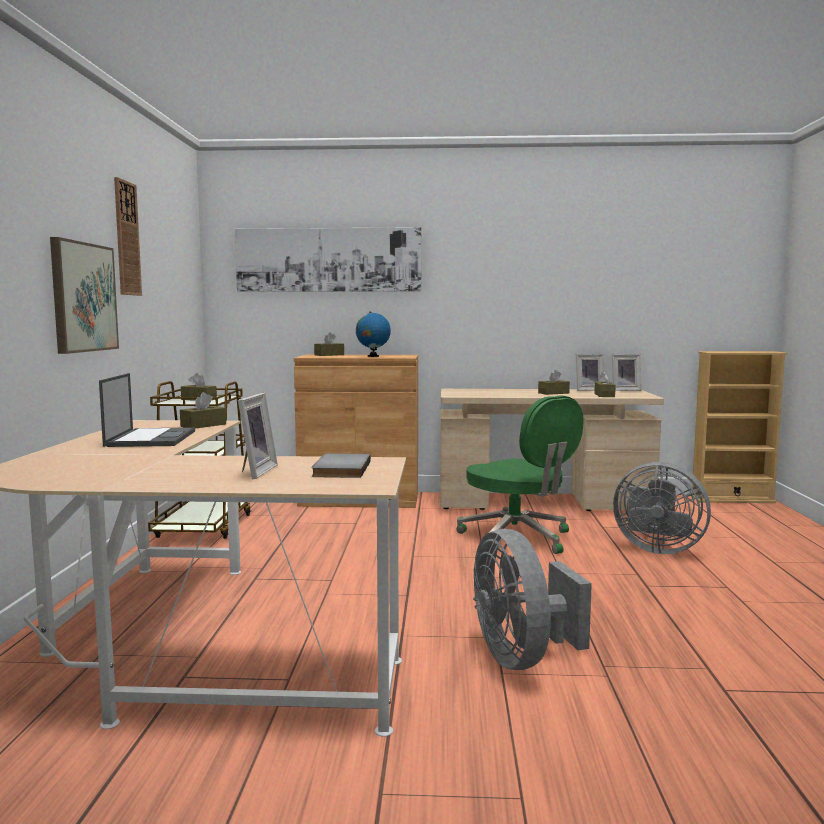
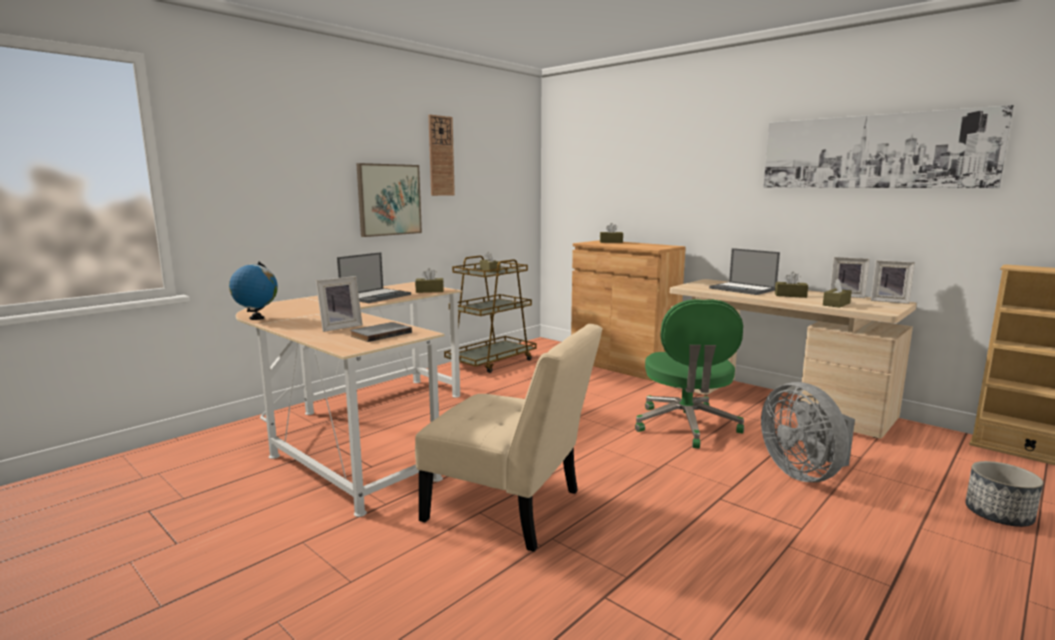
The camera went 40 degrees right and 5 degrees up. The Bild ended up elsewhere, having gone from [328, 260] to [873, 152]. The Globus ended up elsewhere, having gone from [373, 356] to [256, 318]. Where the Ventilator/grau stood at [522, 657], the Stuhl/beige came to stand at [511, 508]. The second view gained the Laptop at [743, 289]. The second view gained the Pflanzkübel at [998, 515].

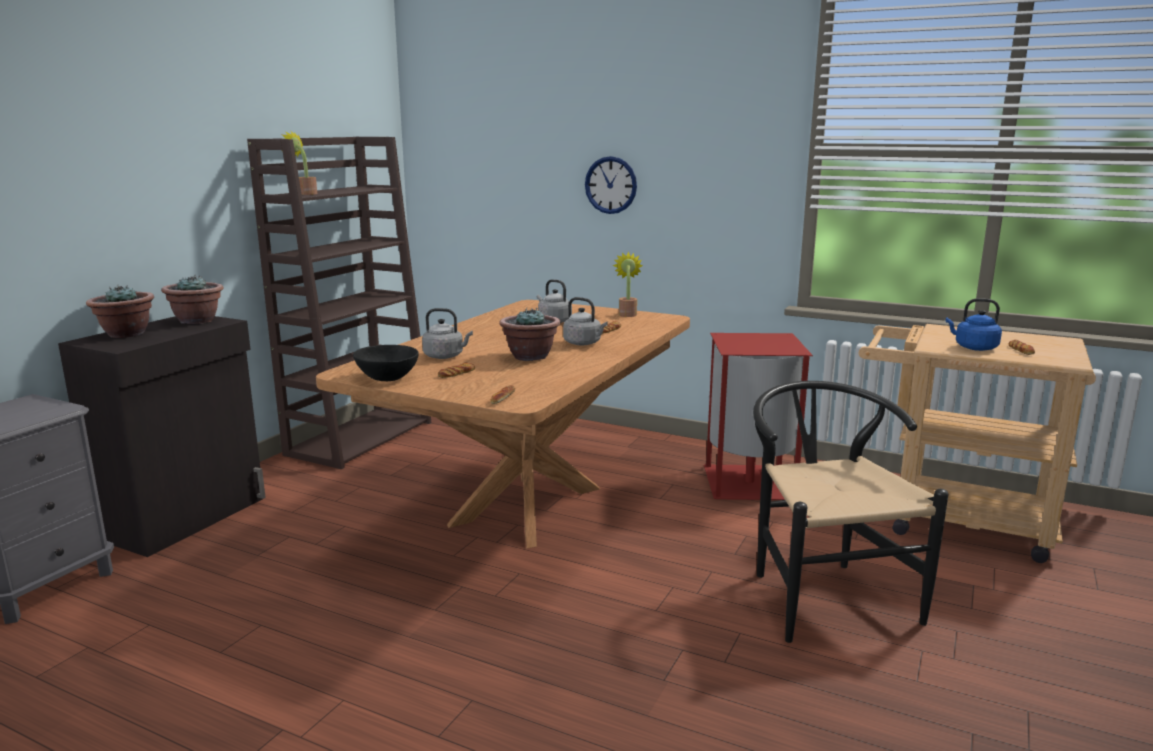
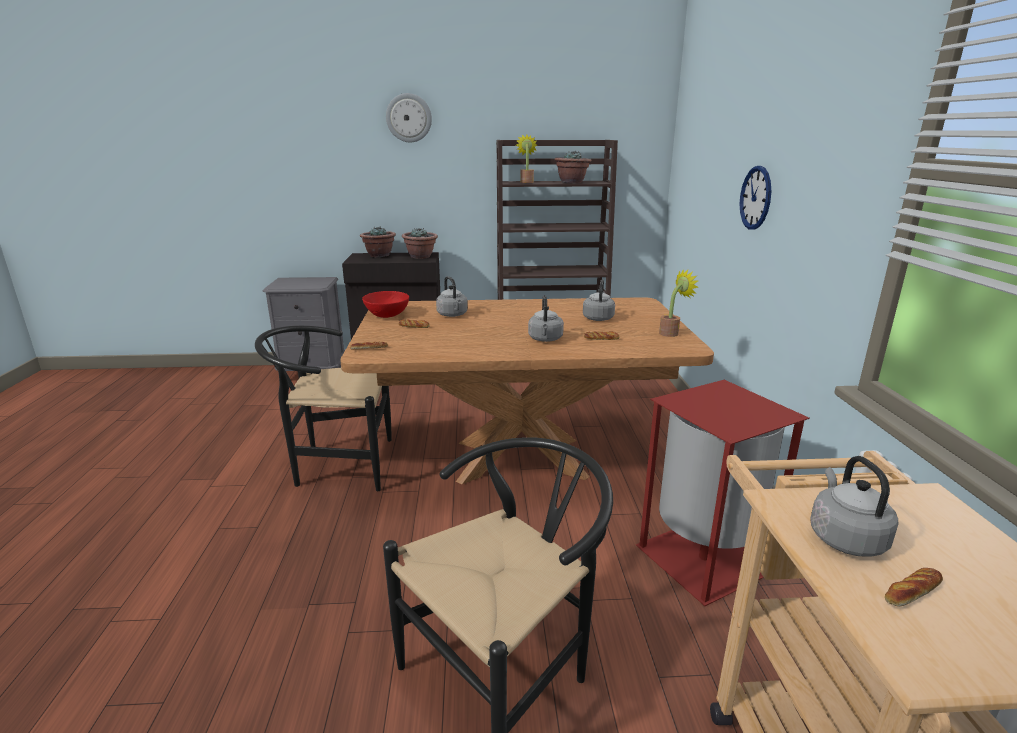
The camera went 60 degrees right and 5 degrees up. What was the Schüssel/schwarz at [387, 378] turned into the Schüssel/rot at [387, 315]. The Topfpflanze ended up elsewhere, having gone from [530, 357] to [572, 182]. What was the Wasserkessel/blau at [973, 347] turned into the Wasserkessel/grau at [844, 537]. The second view gained the Stuhl/schwarz at [336, 465]. The second view gained the Wanduhr at [409, 118].

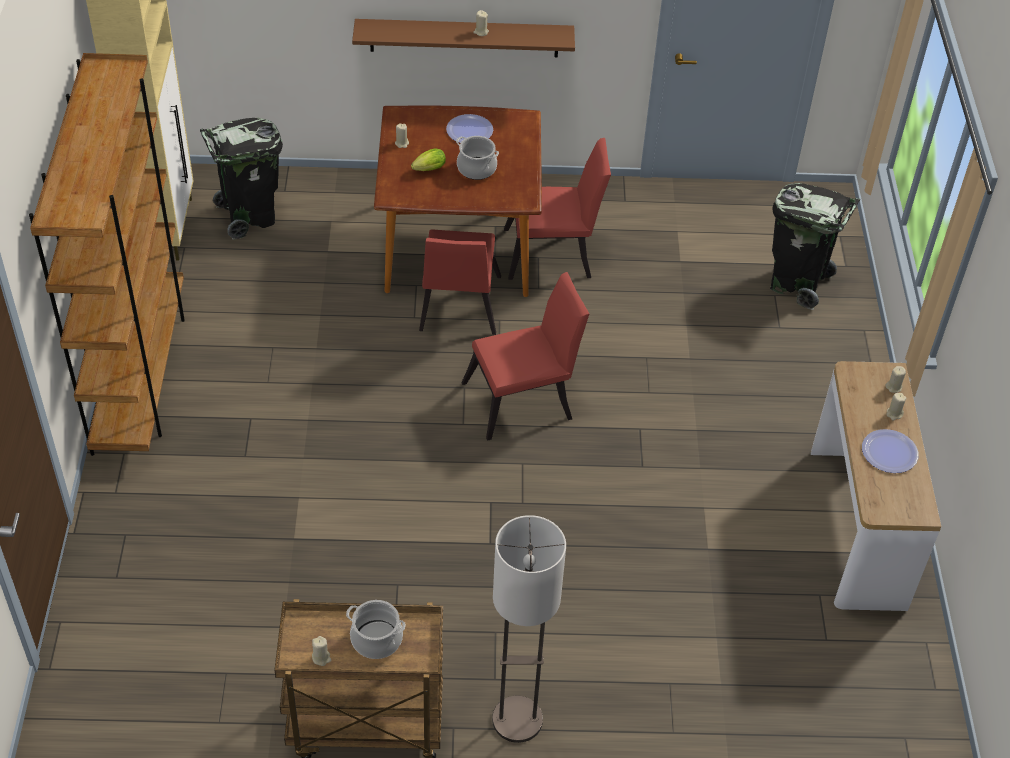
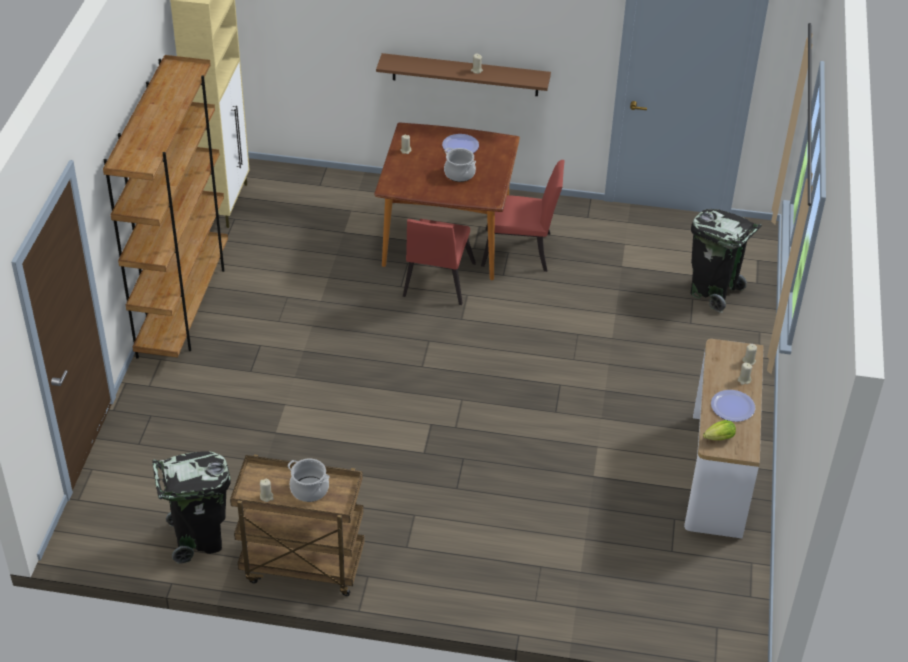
The camera went 10 degrees right and 5 degrees down. The Mülleimer/schwarz ended up elsewhere, having gone from [249, 216] to [199, 539]. The Salatkopf ended up elsewhere, having gone from [428, 170] to [717, 439]. The second view lost the Stuhl/rot at [524, 400]. The second view lost the Stehlampe at [517, 720].

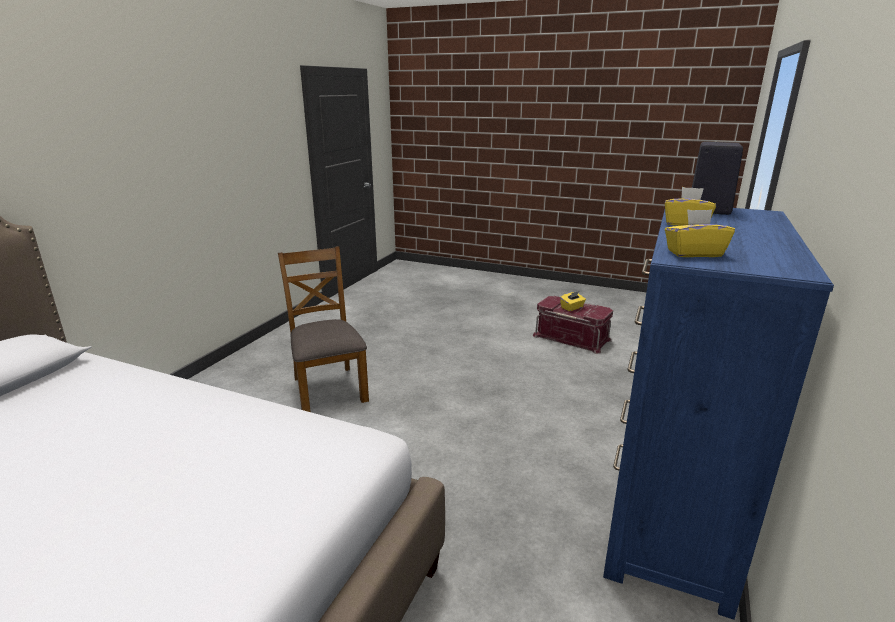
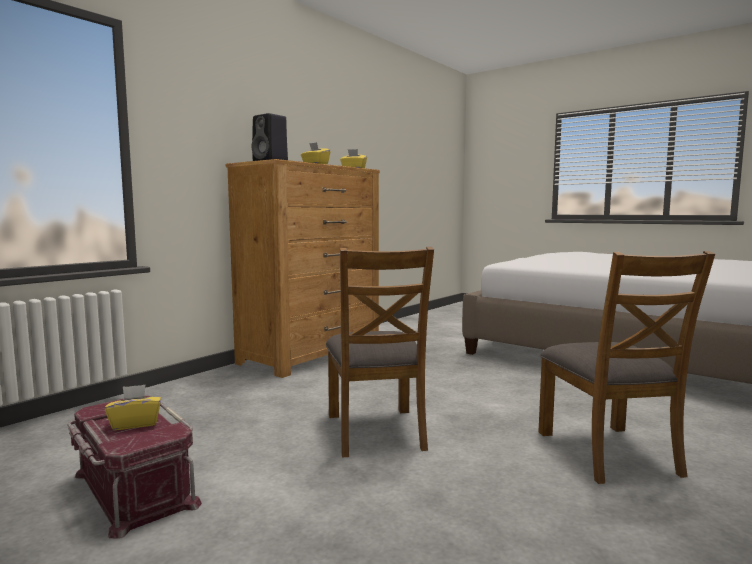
The camera went 165 degrees left and 15 degrees down. What was the Kommode/blau at [670, 513] turned into the Kommode/braun at [312, 354]. The second view gained the Stuhl/braun at [376, 431].

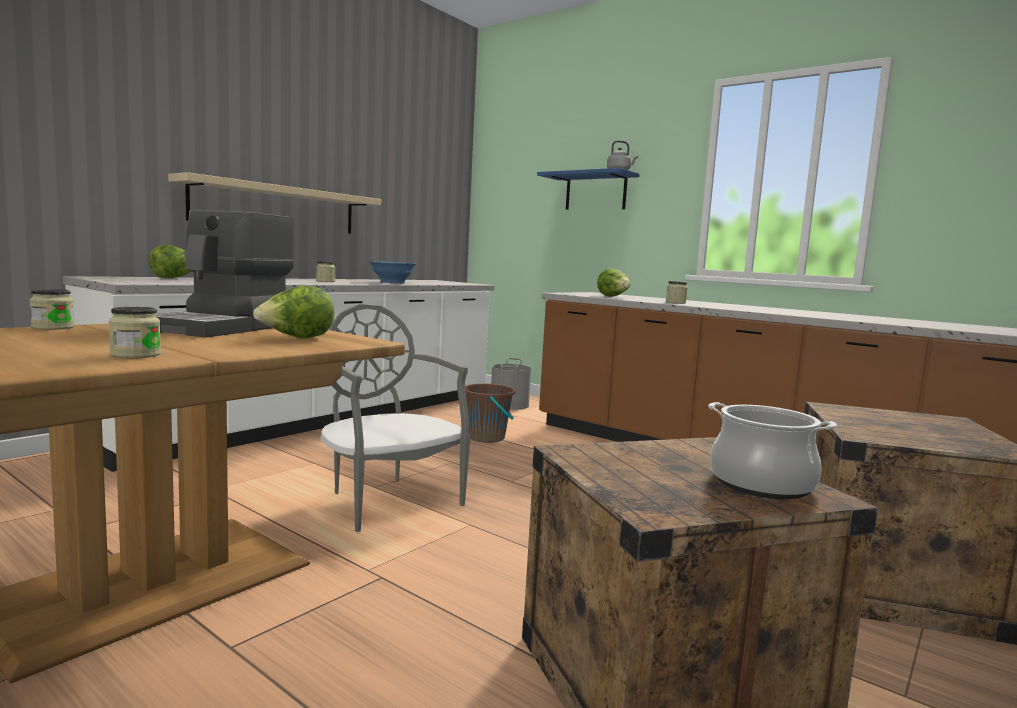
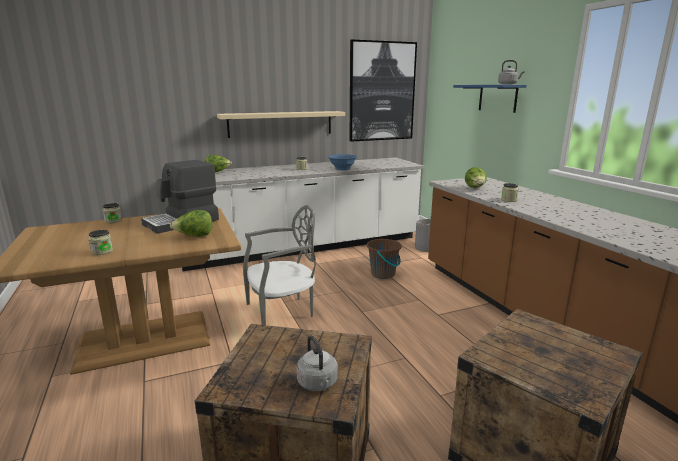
The camera went 30 degrees right and 10 degrees up. The Stuhl/grau at [388, 500] ended up facing another way, 75 degrees clockwise from before. Where the Kochtopf stood at [762, 484], the Wasserkessel/grau came to stand at [318, 384]. The second view gained the Bild at [382, 92].

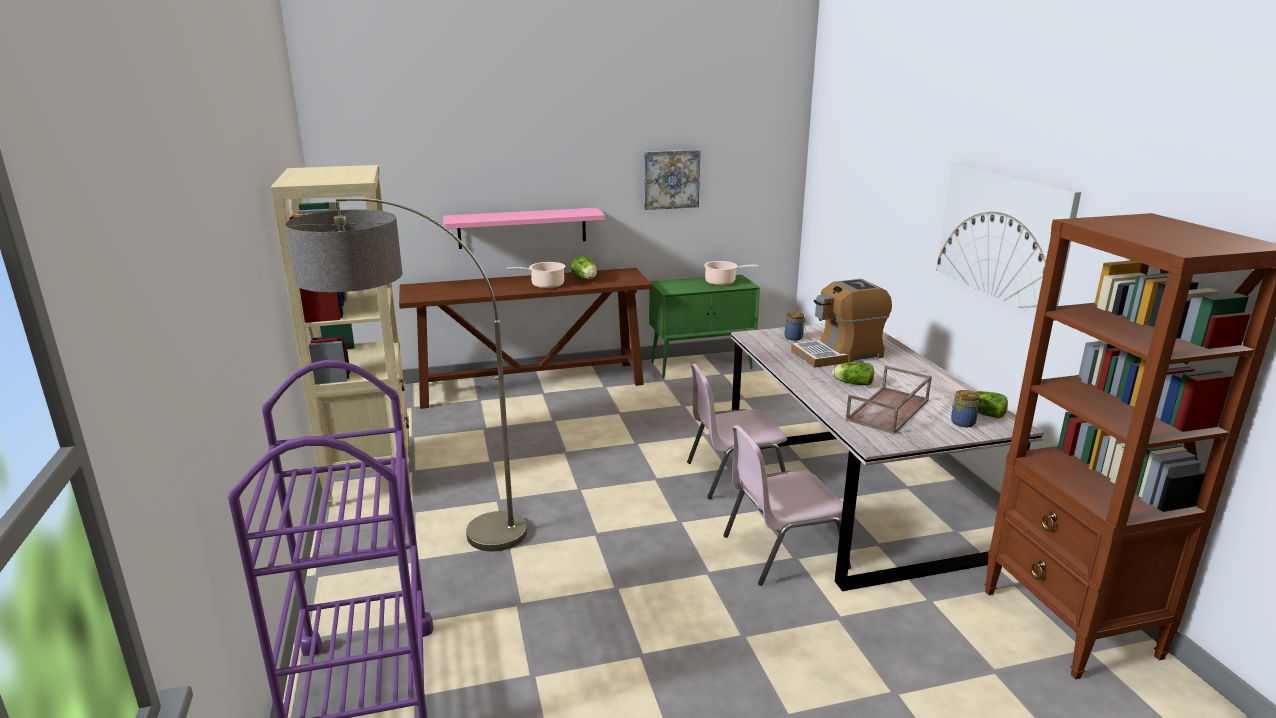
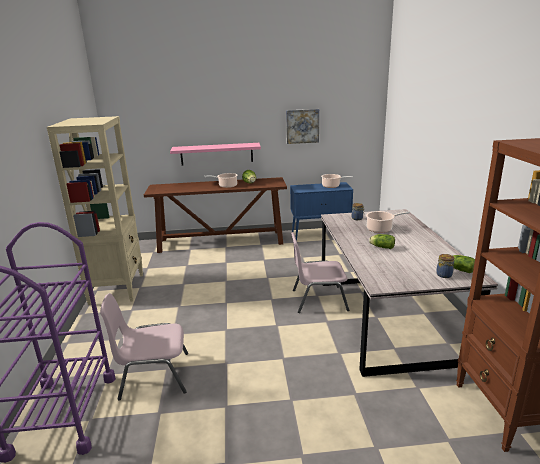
The camera went 10 degrees right and 0 degrees up. The second view lost the Stehlampe at [423, 538]. What was the Schrank/grün at [702, 365] turned into the Schrank/blau at [320, 234]. The Stuhl/rosa ended up elsewhere, having gone from [781, 551] to [153, 376]. Where the Kaffeemaschine stood at [839, 354], the Kochtopf came to stand at [381, 229]. The second view lost the Tablett/braun at [888, 410]. The second view lost the Bild at [1002, 236].

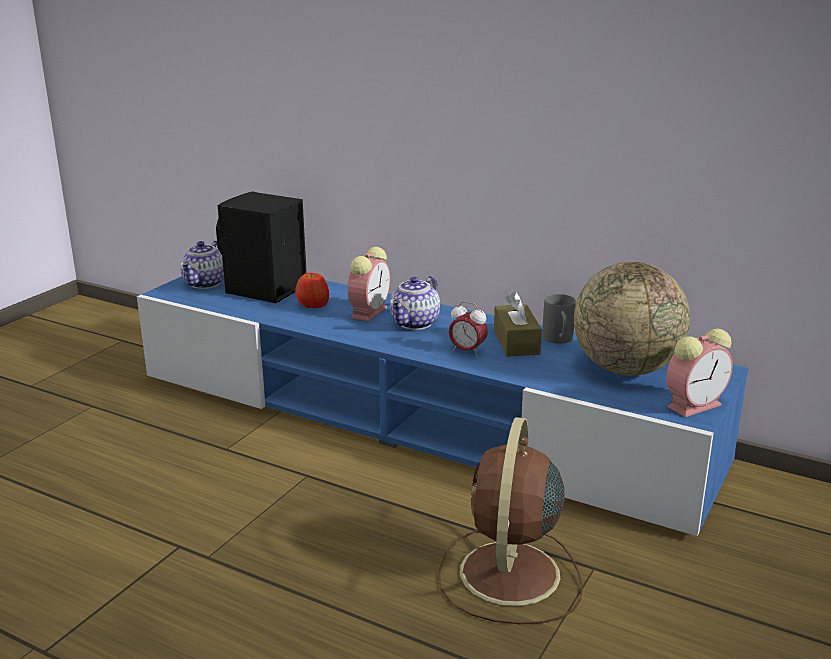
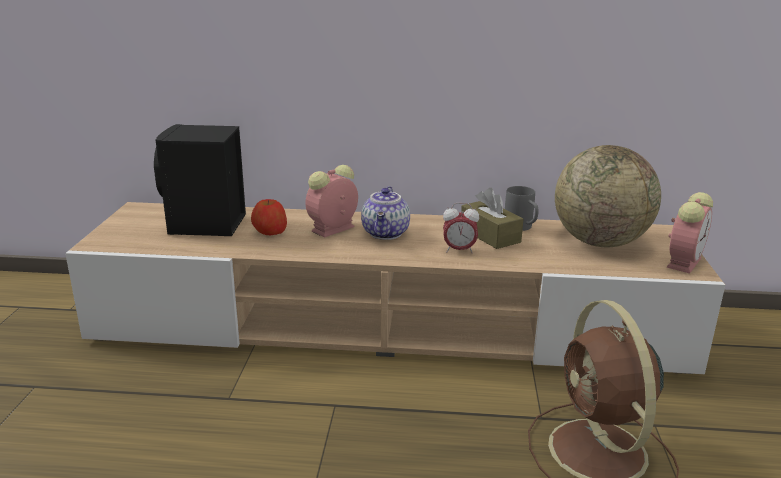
The camera went 25 degrees left and 0 degrees up. What was the Fernsehschrank/blau at [417, 419] turned into the Fernsehschrank/beige at [390, 325]. The second view lost the Teekanne at [206, 284]. The Wecker at [369, 311] ended up facing another way, 135 degrees counterclockwise from before.

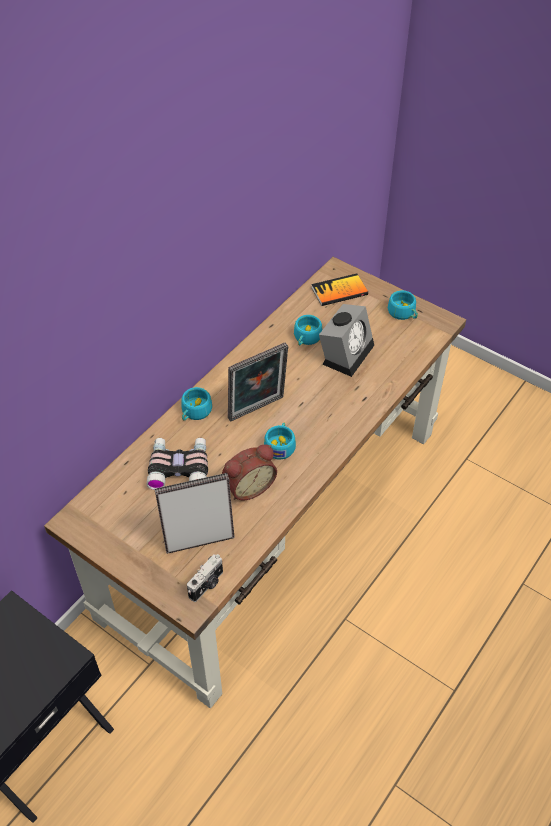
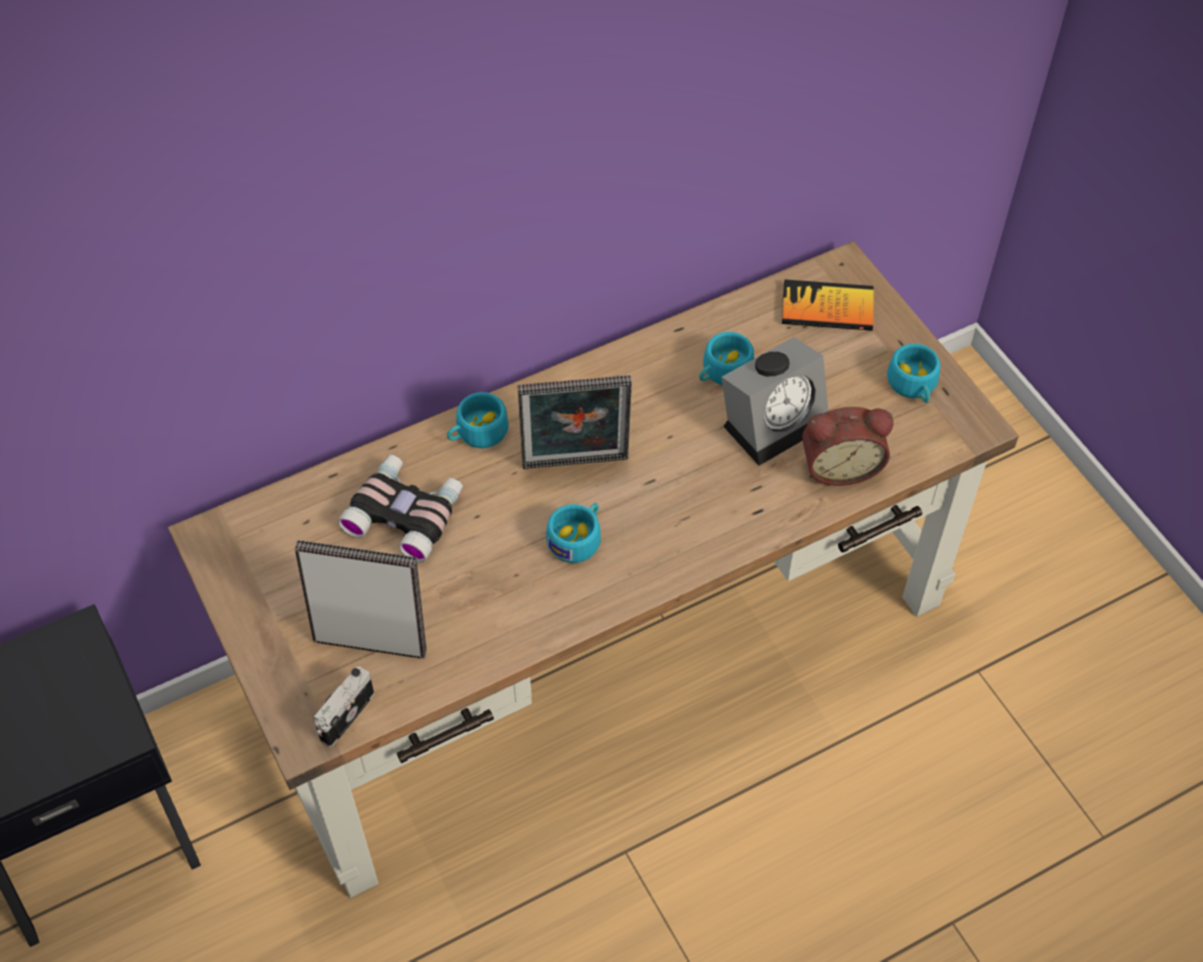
The camera went 25 degrees right and 5 degrees up. The Kamera at [207, 585] ended up facing another way, 150 degrees clockwise from before. The Wecker ended up elsewhere, having gone from [248, 486] to [839, 465].

